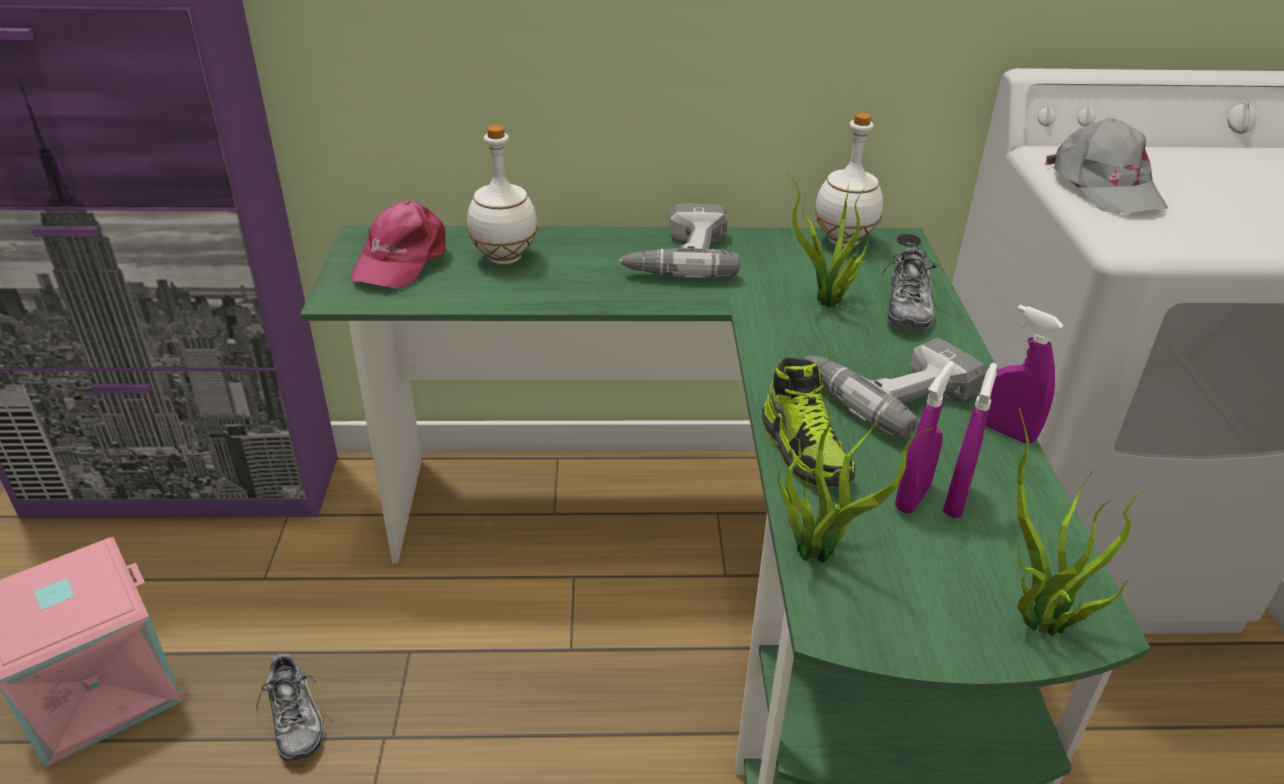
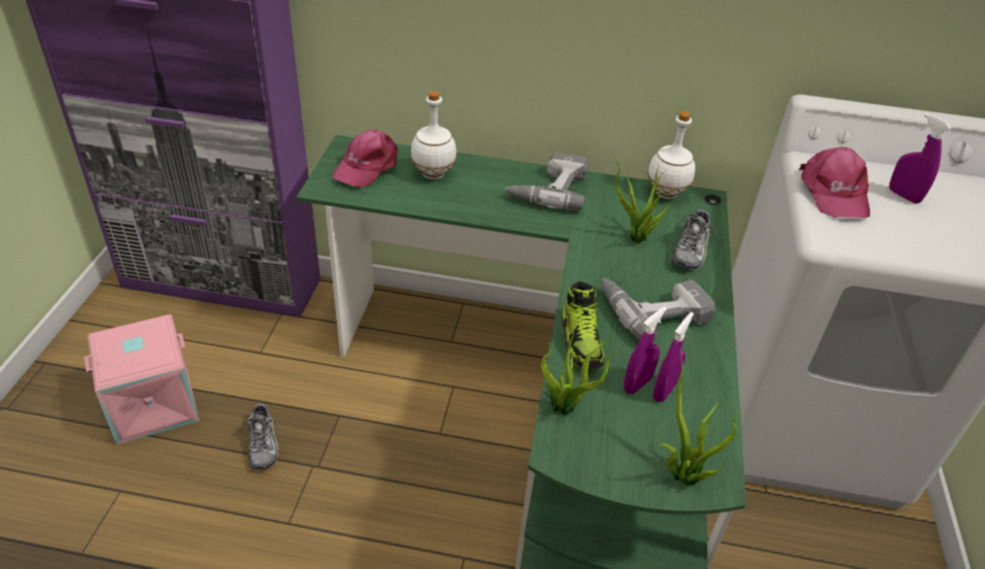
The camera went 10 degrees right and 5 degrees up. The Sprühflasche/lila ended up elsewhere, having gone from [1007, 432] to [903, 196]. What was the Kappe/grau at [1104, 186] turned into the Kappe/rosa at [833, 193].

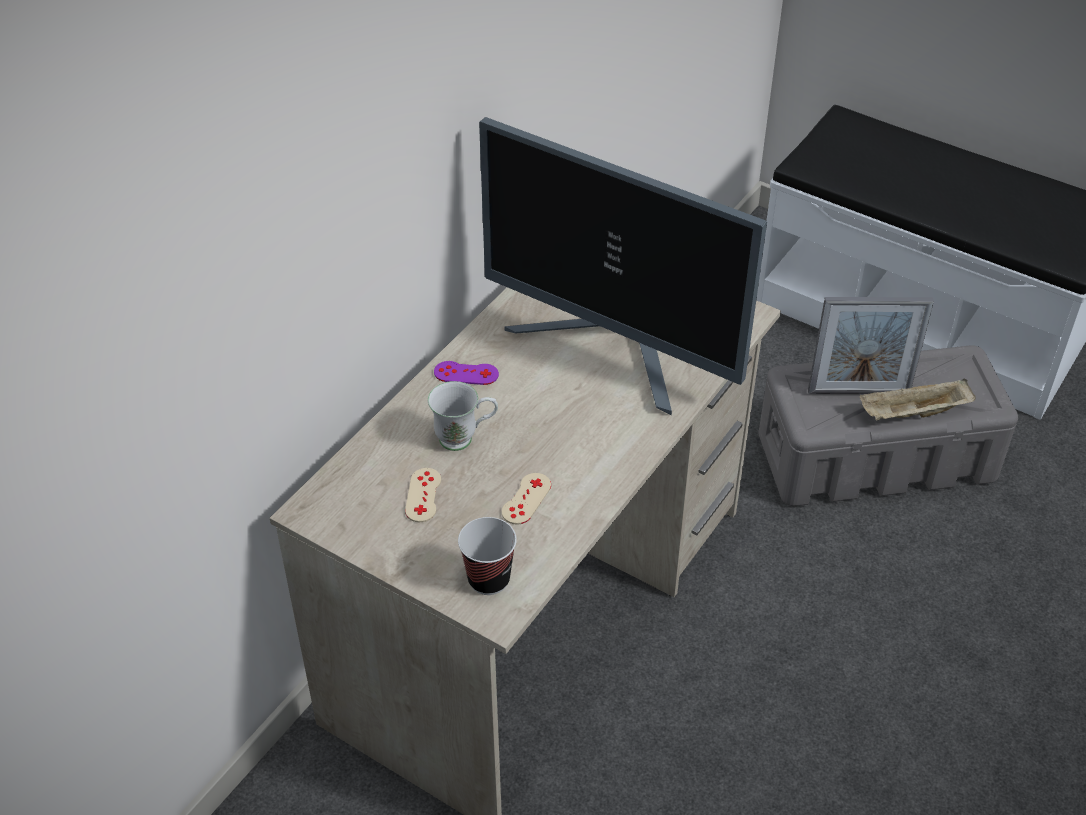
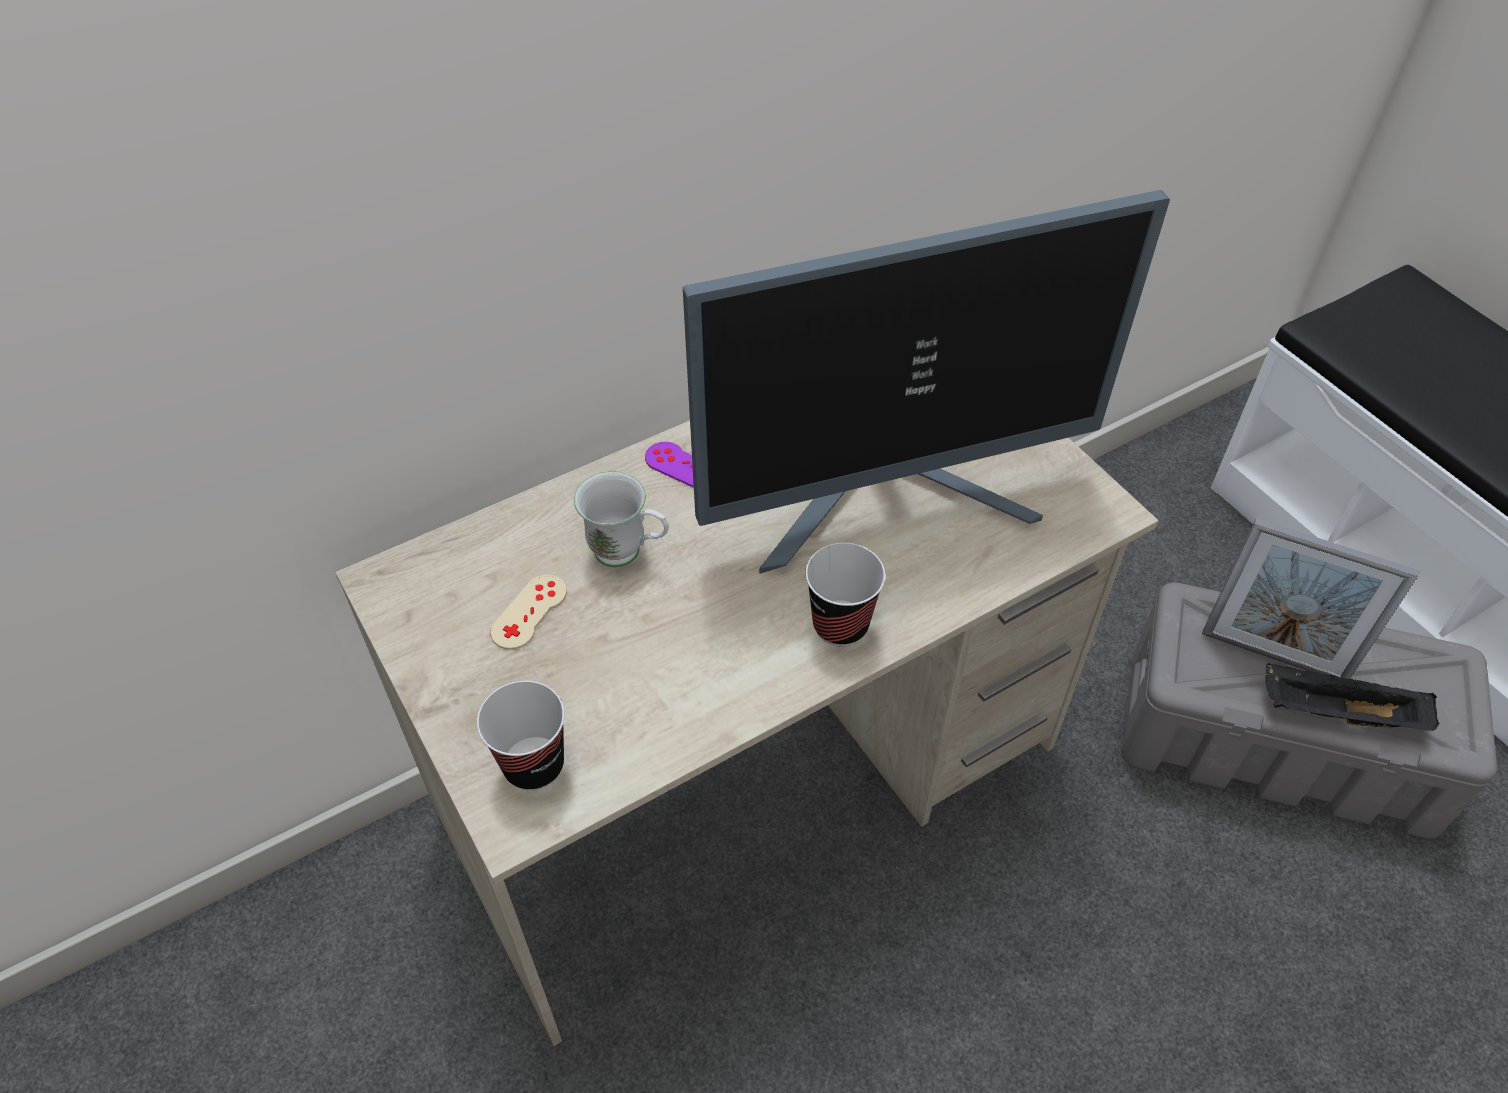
The camera went 25 degrees right and 5 degrees up. The Monitor at [614, 350] ended up facing another way, 75 degrees counterclockwise from before. The second view lost the Gamepad/beige at [526, 499]. What was the Tablett/beige at [913, 414] turned into the Tablett/schwarz at [1337, 714]. The second view gained the Tasse at [840, 625].

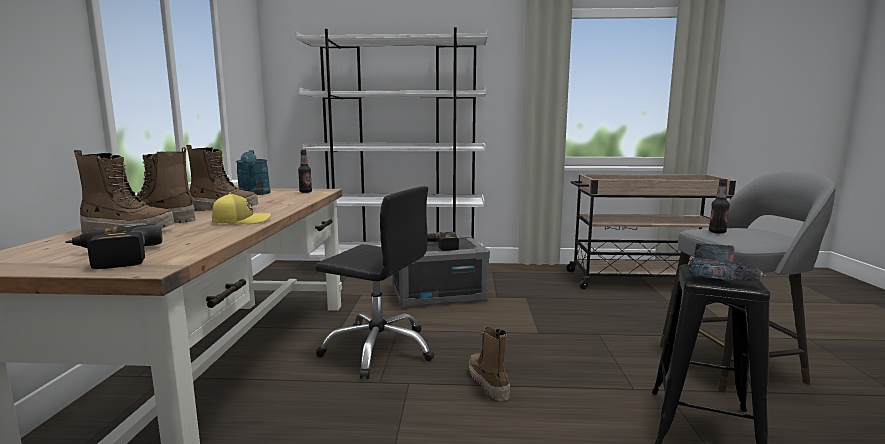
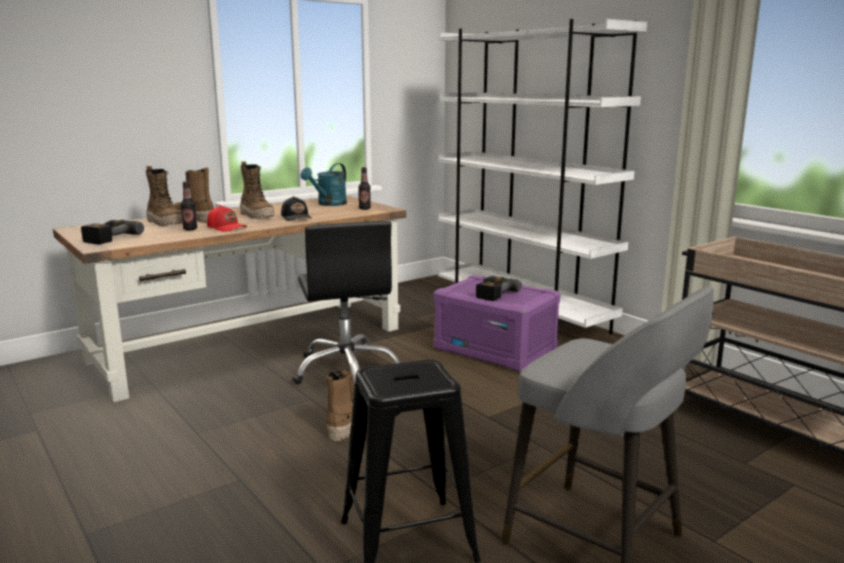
The camera went 50 degrees right and 5 degrees up. What was the Kappe/gelb at [241, 221] turned into the Kappe/rot at [227, 227]. What was the Aufbewahrungsbox/grau at [439, 294] turned into the Aufbewahrungsbox/lila at [495, 349]. The second view lost the Bohrmaschine at [720, 275]. The Flasche ended up elsewhere, having gone from [717, 232] to [190, 229]. The second view gained the Kappe/schwarz at [297, 217].

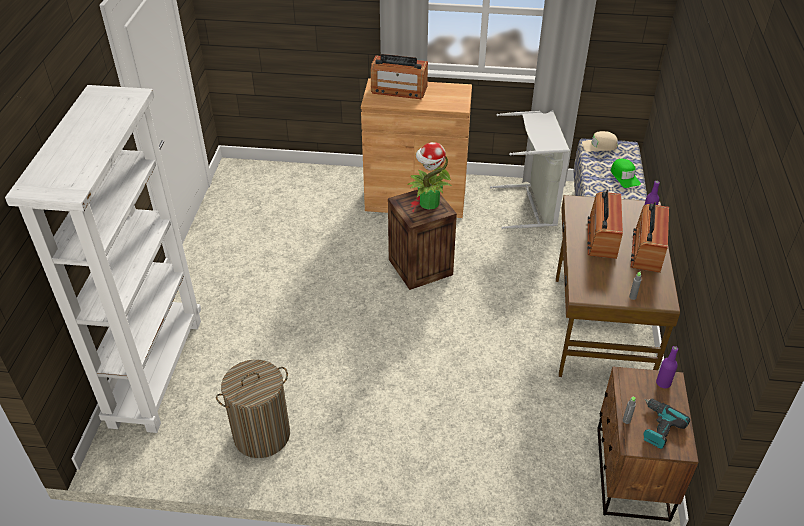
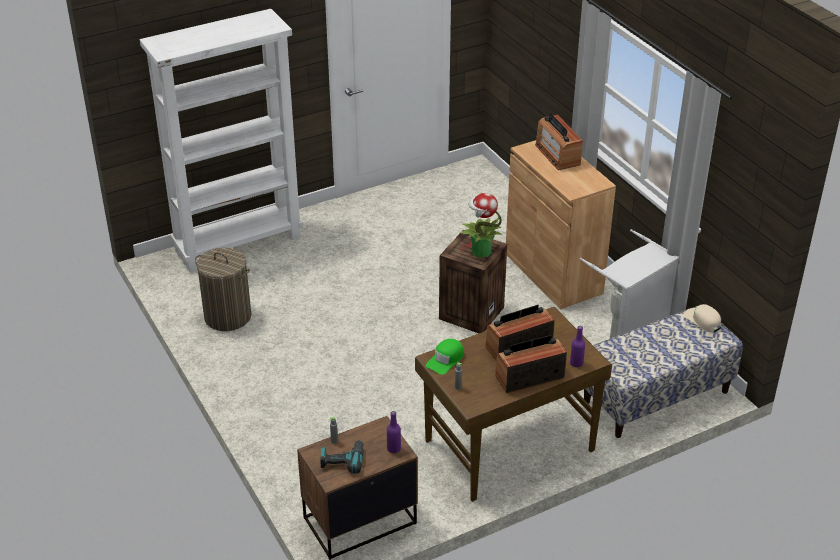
The camera went 55 degrees right and 5 degrees down. The Kappe/grün ended up elsewhere, having gone from [624, 176] to [445, 360].

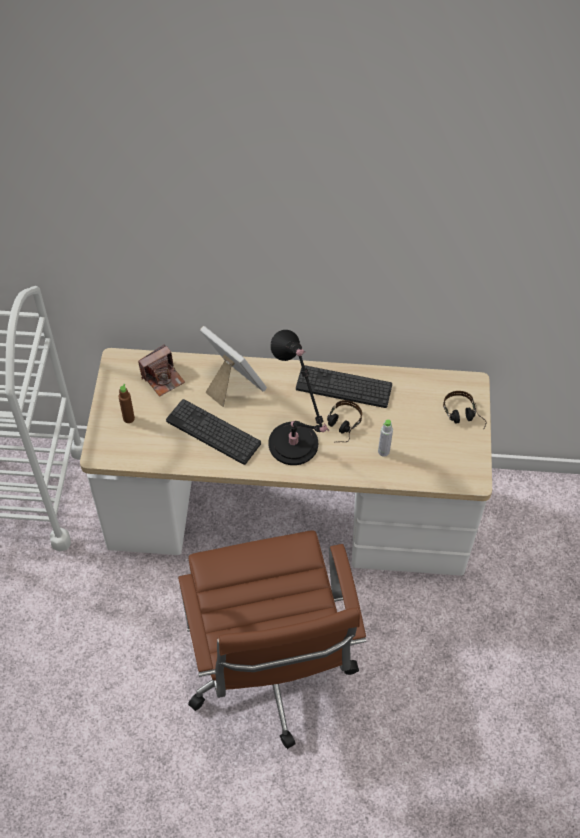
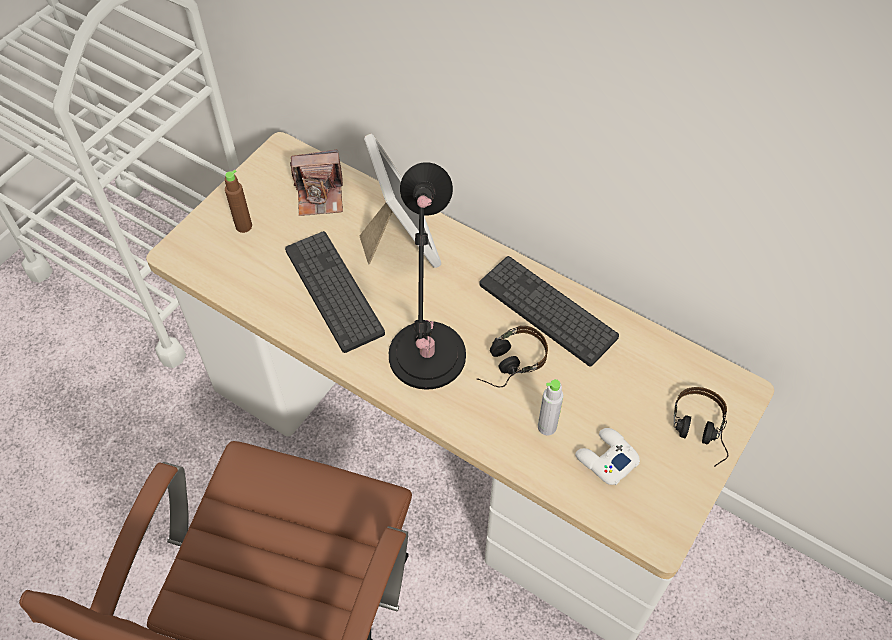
The camera went 30 degrees right and 0 degrees up. The second view gained the Gamepad/weiß at [606, 459].

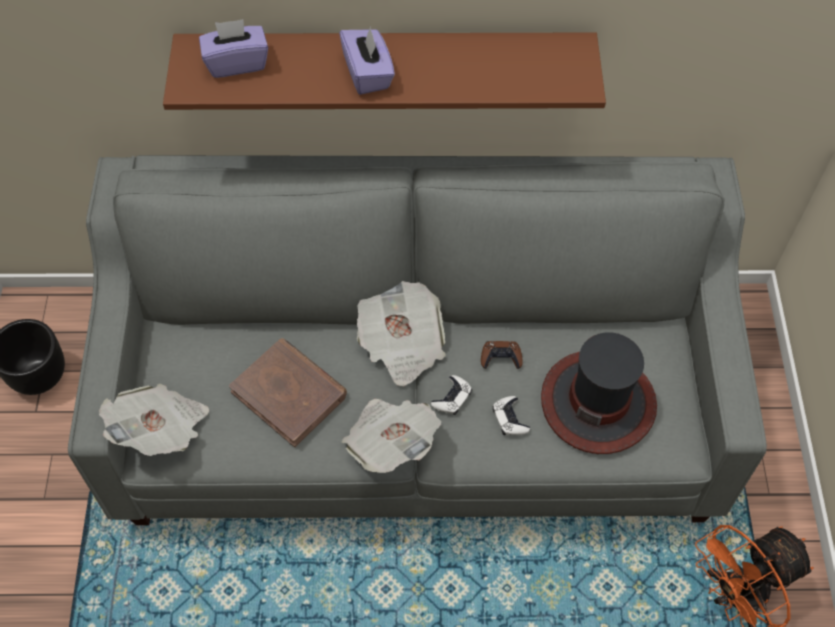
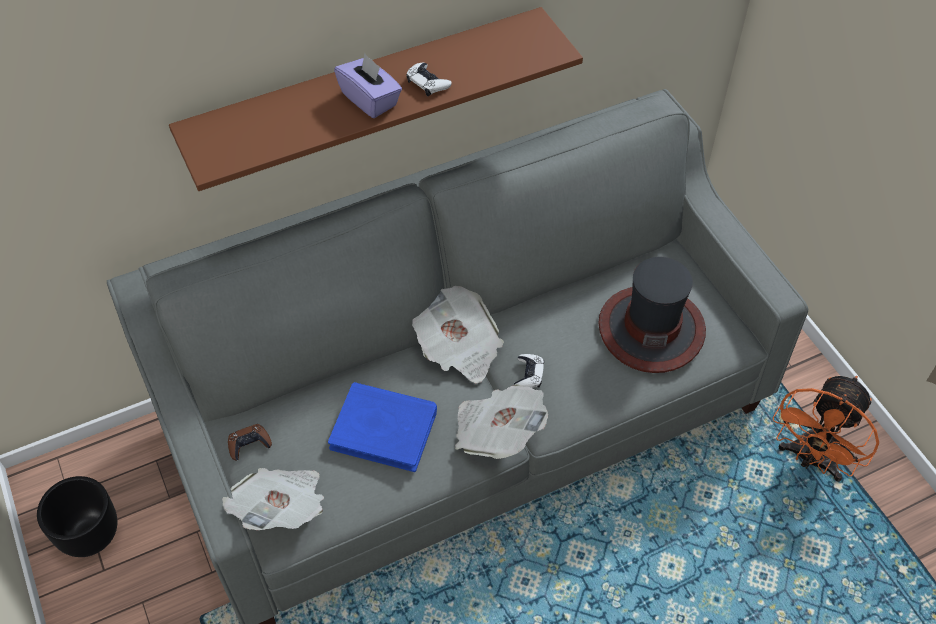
The camera went 25 degrees left and 5 degrees down. The second view lost the Taschentuchbox/lila at [236, 63]. What was the Buch/braun at [289, 393] turned into the Buch/blau at [384, 428]. The Gamepad/braun ended up elsewhere, having gone from [501, 357] to [249, 444]. The Gamepad/weiß ended up elsewhere, having gone from [510, 419] to [427, 82].

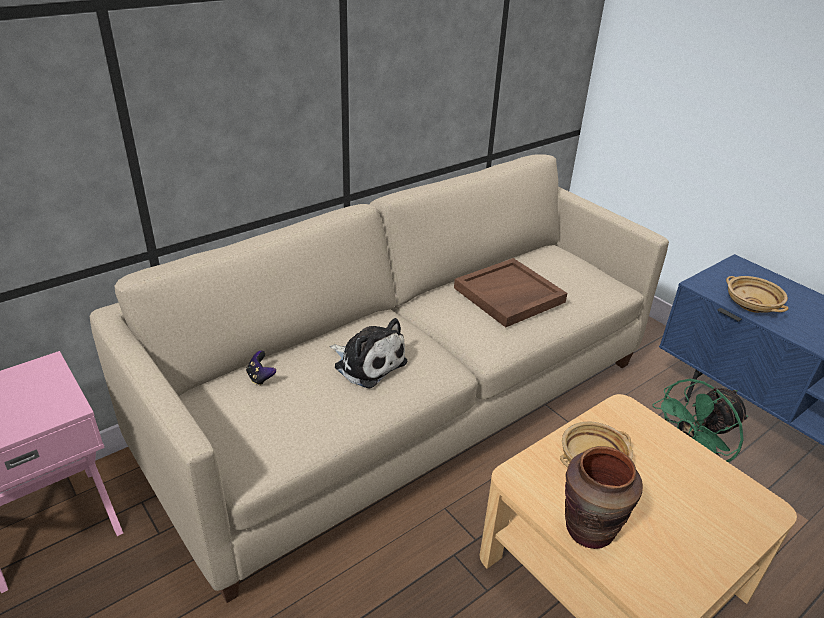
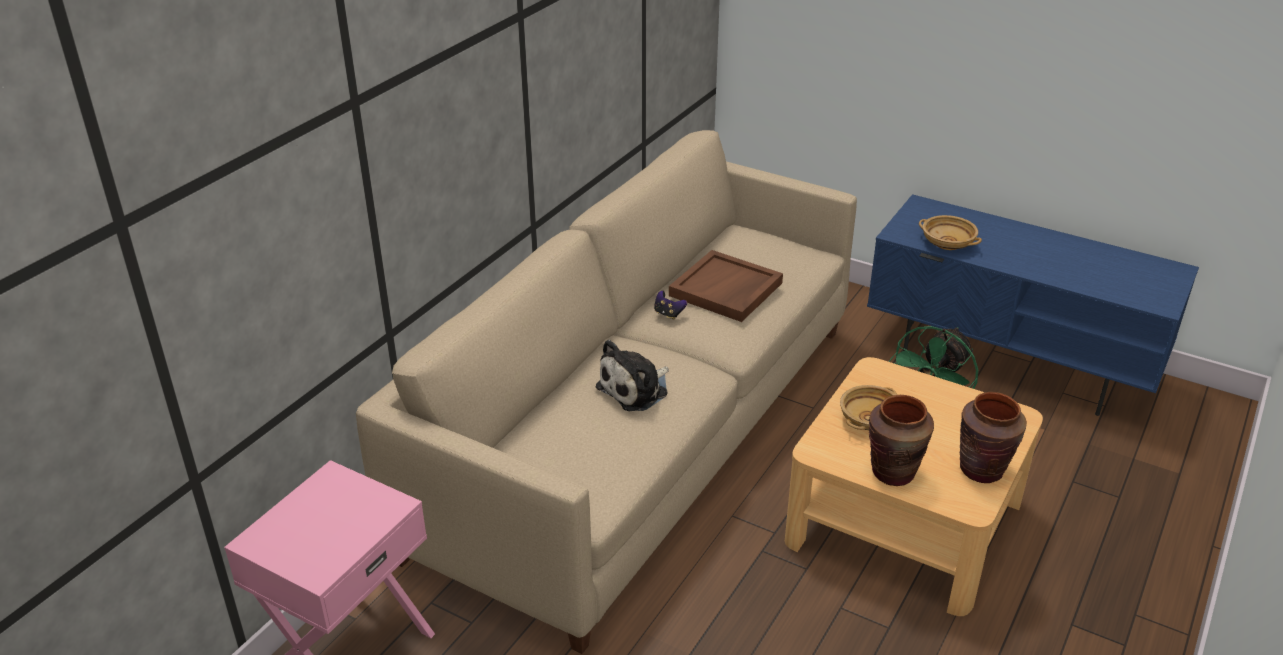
The camera went 20 degrees left and 0 degrees up. The Gamepad ended up elsewhere, having gone from [260, 377] to [668, 314]. The Plüschtier at [367, 363] ended up facing another way, 120 degrees clockwise from before. The second view gained the Vase/braun at [982, 470].

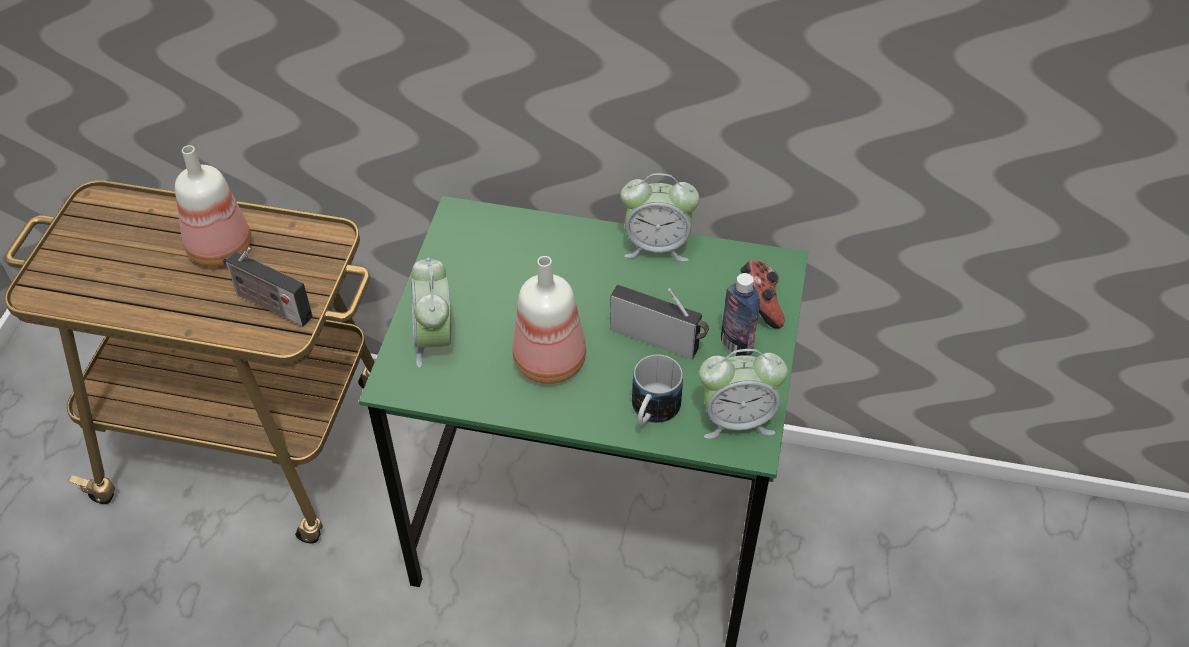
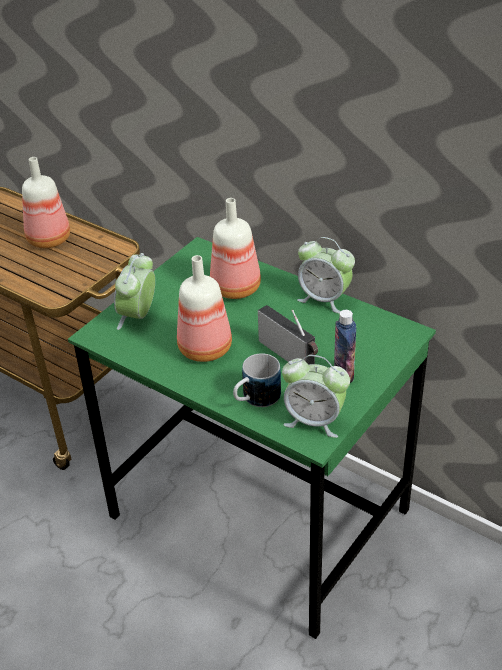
The camera went 25 degrees right and 10 degrees down. The second view lost the Radio at [269, 304]. The second view lost the Gamepad at [760, 305]. The second view gained the Flasche at [236, 287].

